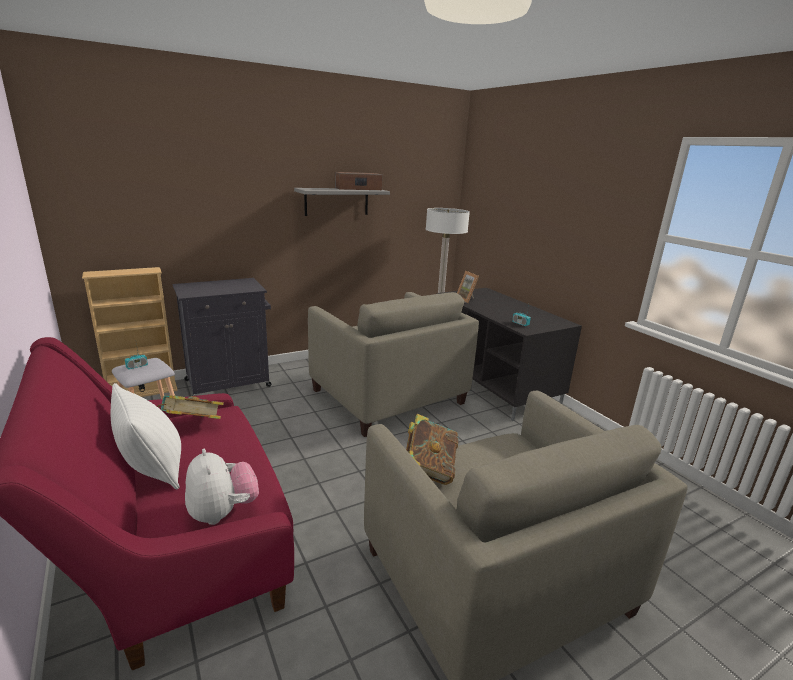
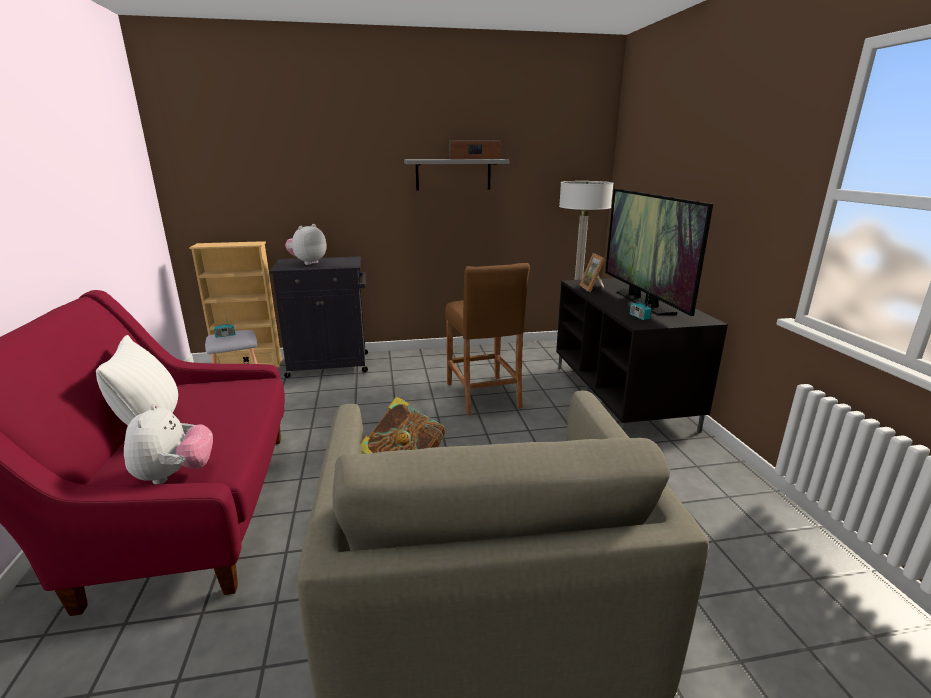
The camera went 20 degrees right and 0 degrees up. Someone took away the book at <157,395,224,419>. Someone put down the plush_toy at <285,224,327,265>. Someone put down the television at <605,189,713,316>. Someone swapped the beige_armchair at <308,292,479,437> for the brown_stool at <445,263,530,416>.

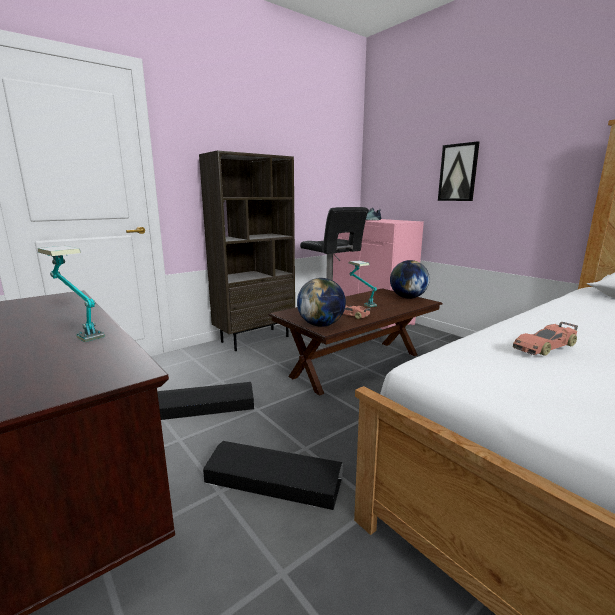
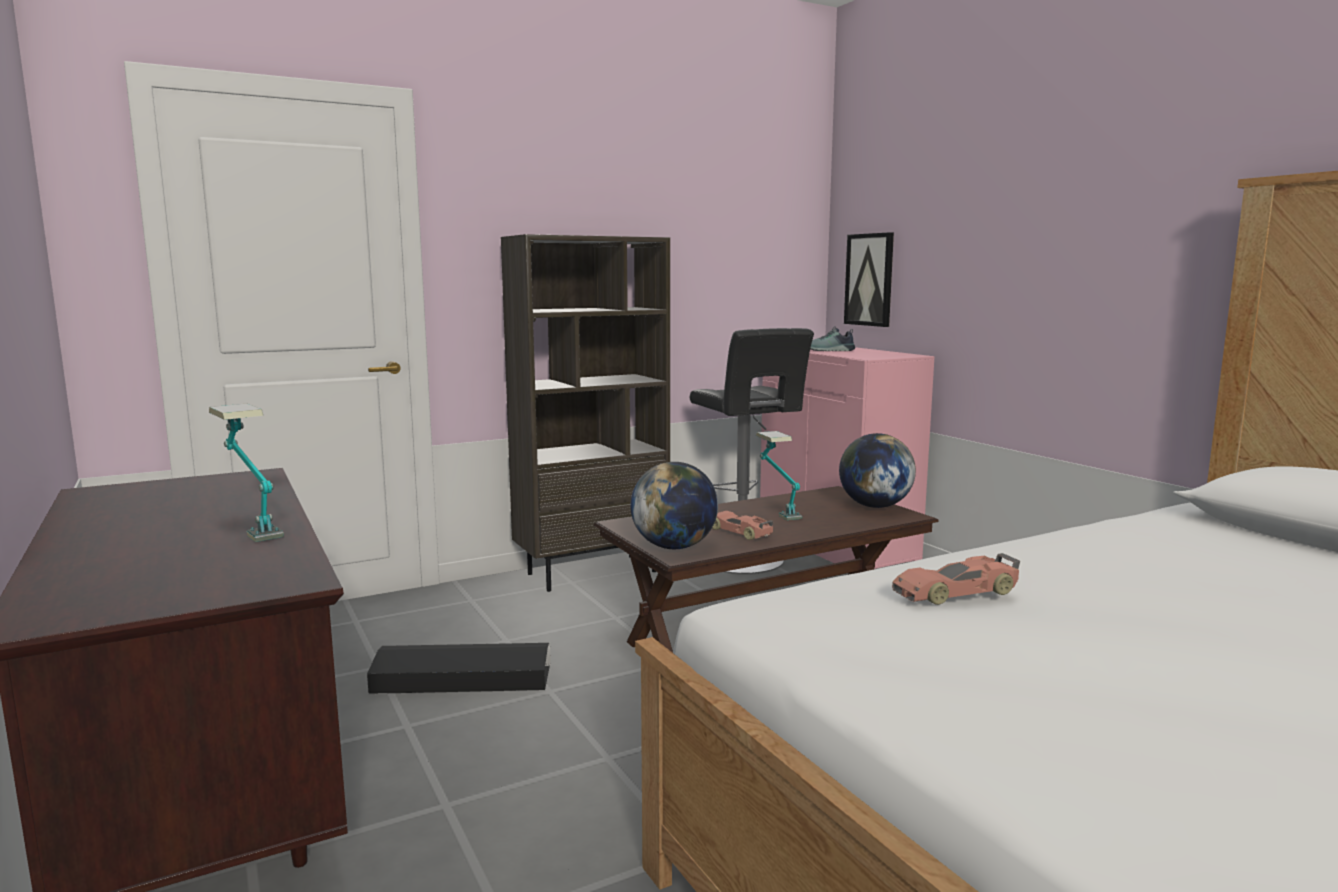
The camera went 10 degrees right and 5 degrees down. Someone took away the black_storage_box at <203,441,343,510>. Someone carried the picture from <438,141,480,201> to <844,232,894,327>.

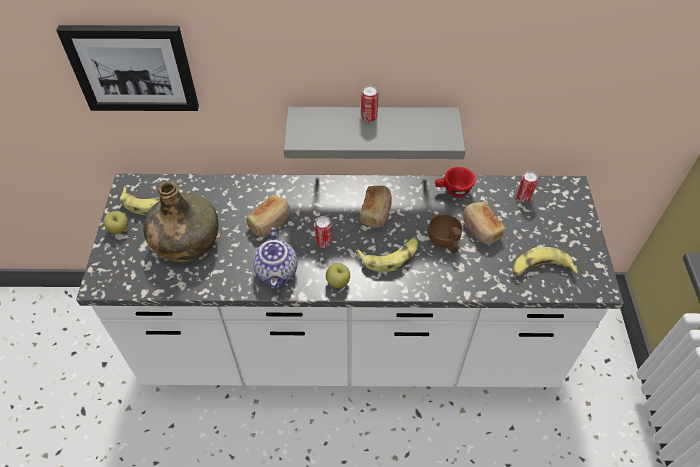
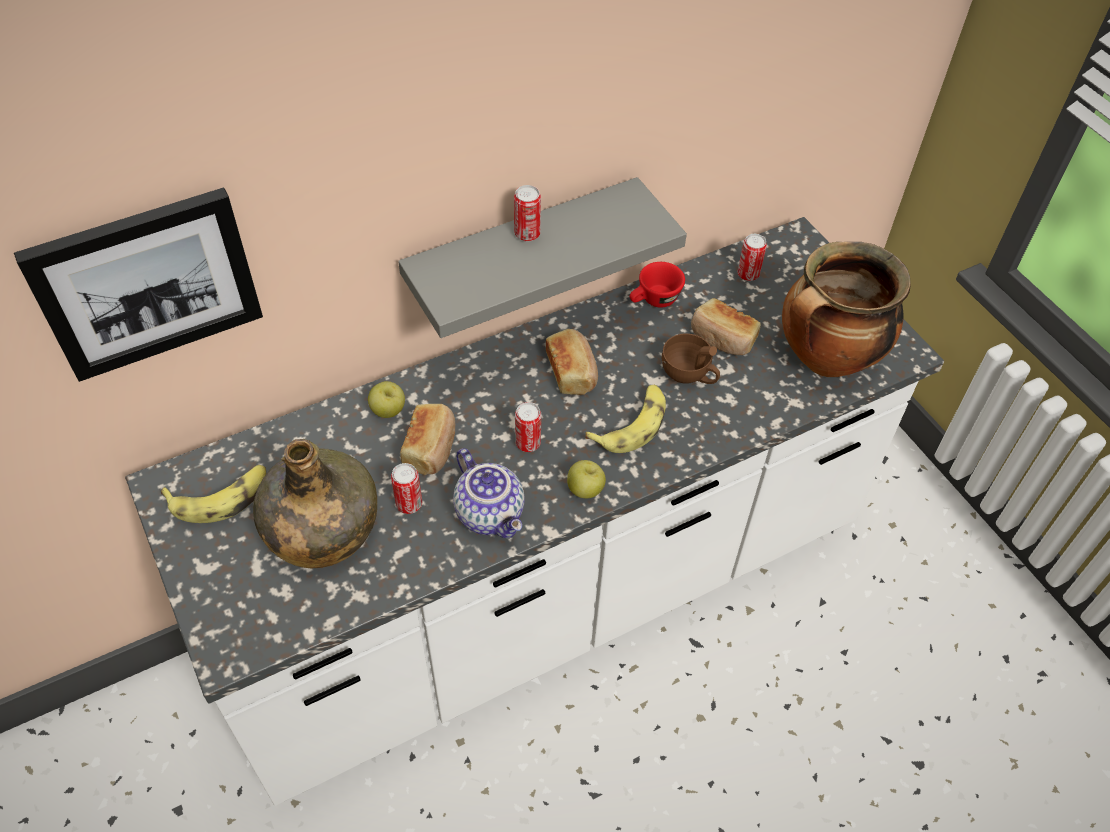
The camera went 30 degrees left and 0 degrees up. Someone put down the can at <391,463,422,514>. Someone carried the apple from <104,211,128,234> to <368,381,405,418>. Someone swapped the banana at <513,246,578,277> for the cooking_pot at <782,242,910,377>.

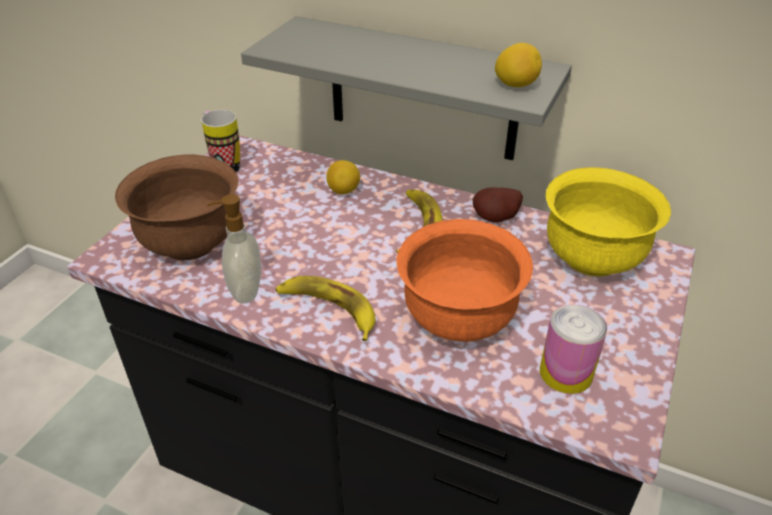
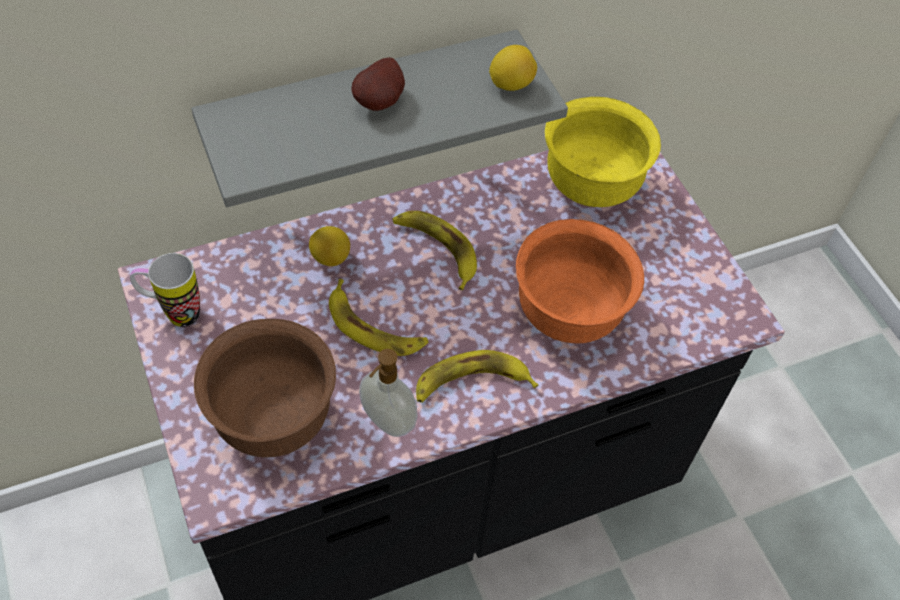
The camera went 50 degrees left and 15 degrees up. Someone took away the can at <540,305,607,394>. Someone put down the banana at <329,279,428,356>. Someone carried the potato from <473,188,523,222> to <351,57,405,111>.

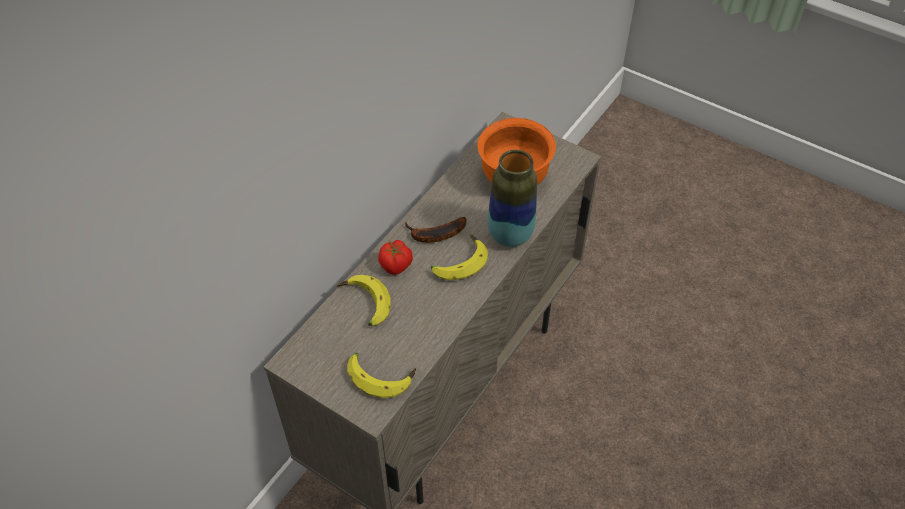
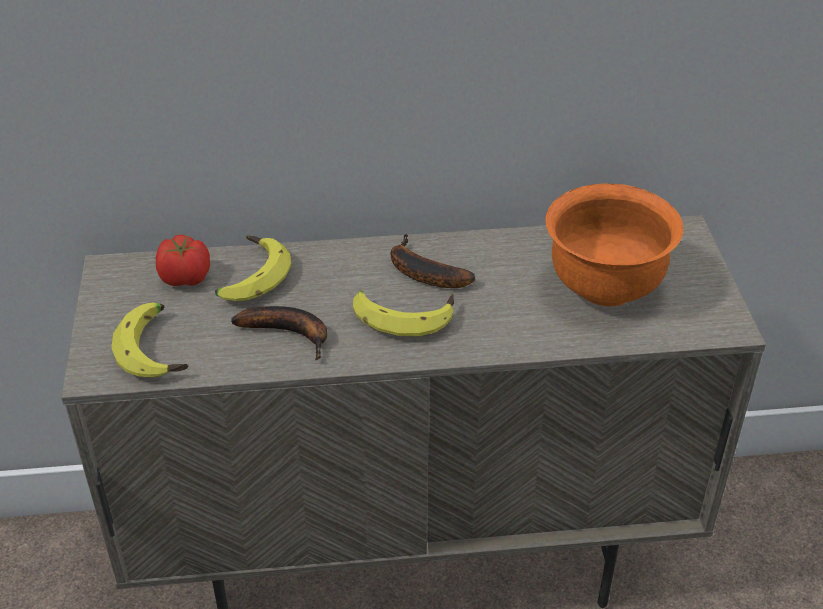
The camera went 50 degrees right and 10 degrees down. Someone took away the vase at <488,150,537,247>. Someone put down the banana at <231,306,327,360>. Someone carried the tomato from <378,240,413,275> to <156,235,210,286>.

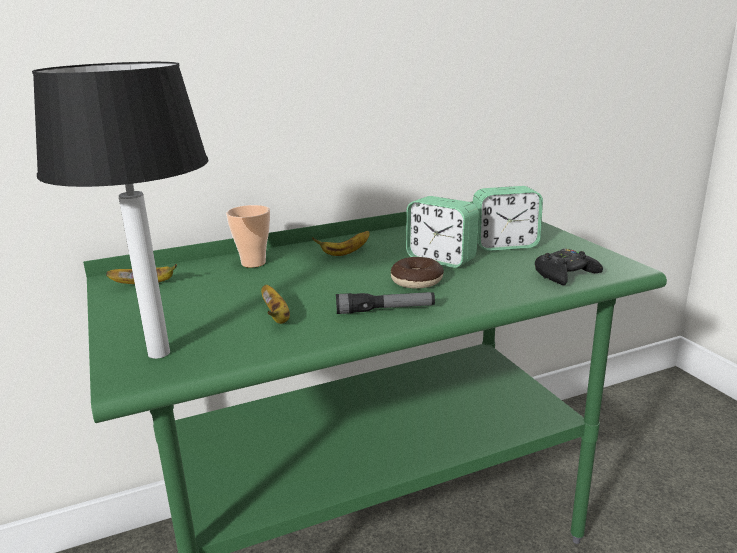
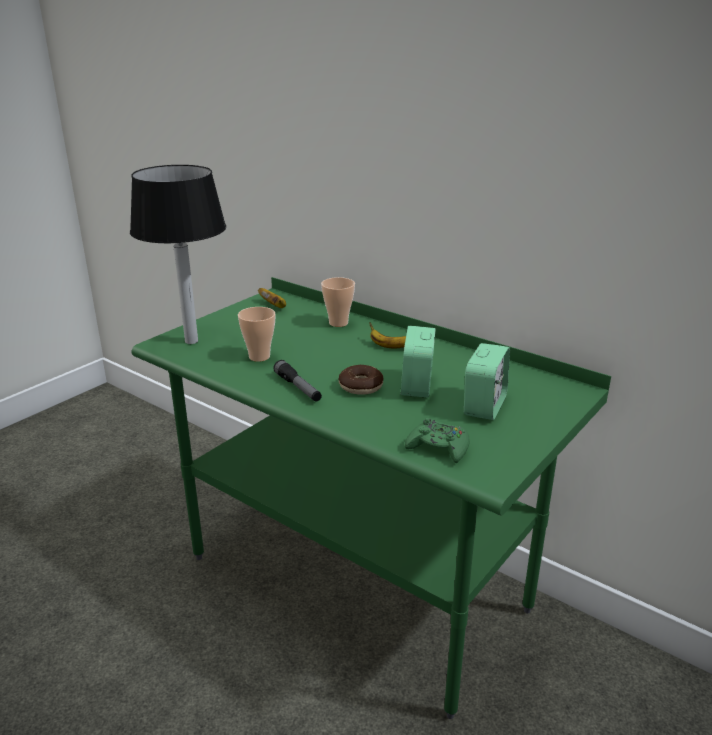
The camera went 60 degrees right and 5 degrees up. Someone swapped the banana at <261,285,290,324> for the cup at <238,307,275,362>. Someone repainted the black_game_controller at <535,248,603,285>, which became the green_game_controller at <405,418,470,463>. Someone rotated the alarm_clock at <473,186,543,251> by 120 degrees counterclockwise.

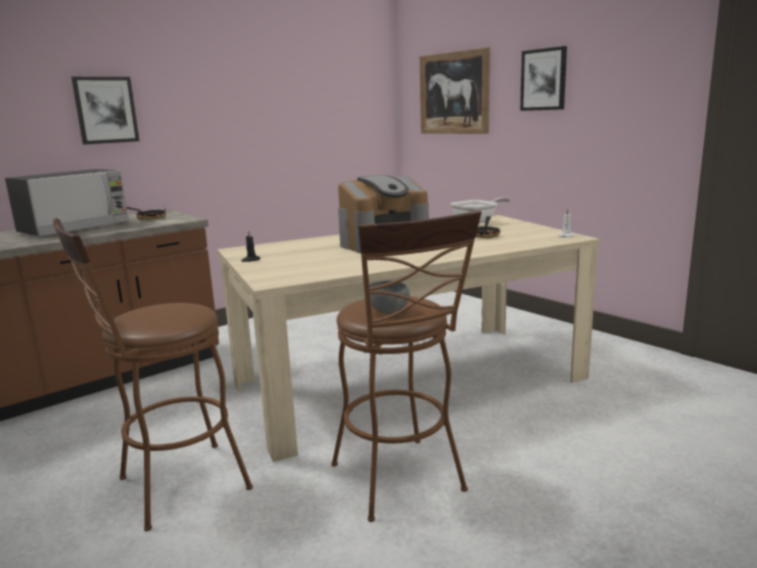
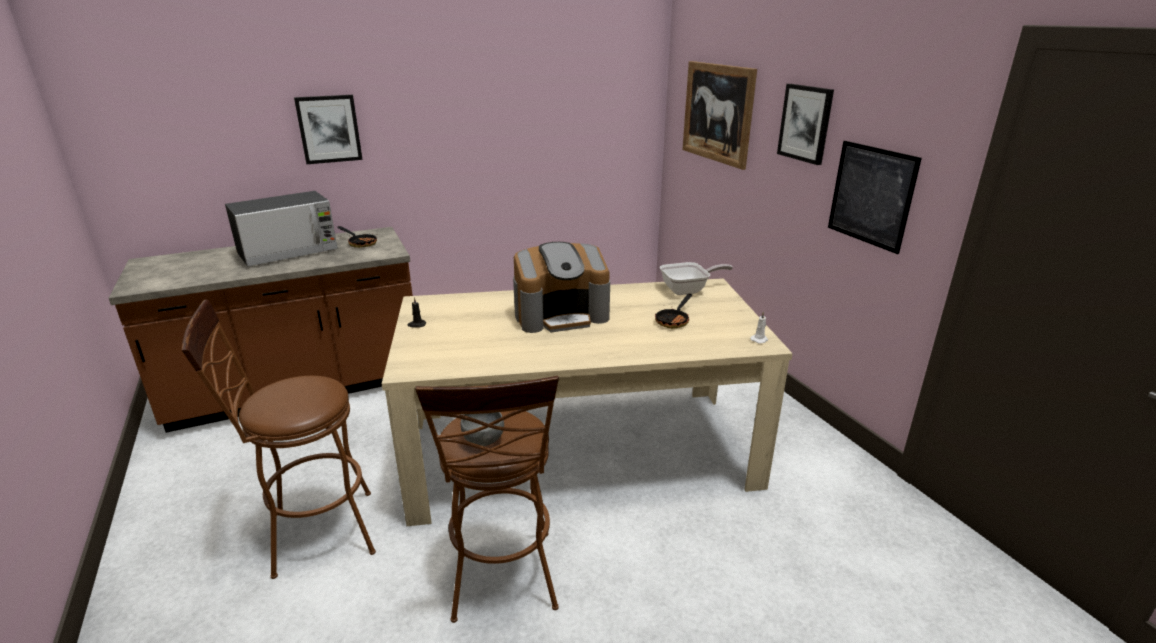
The camera went 15 degrees right and 10 degrees up. Someone put up the picture at <828,141,922,254>.

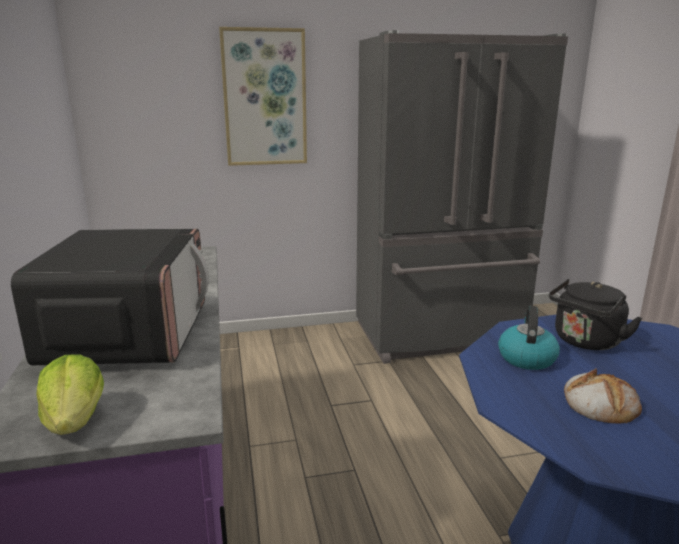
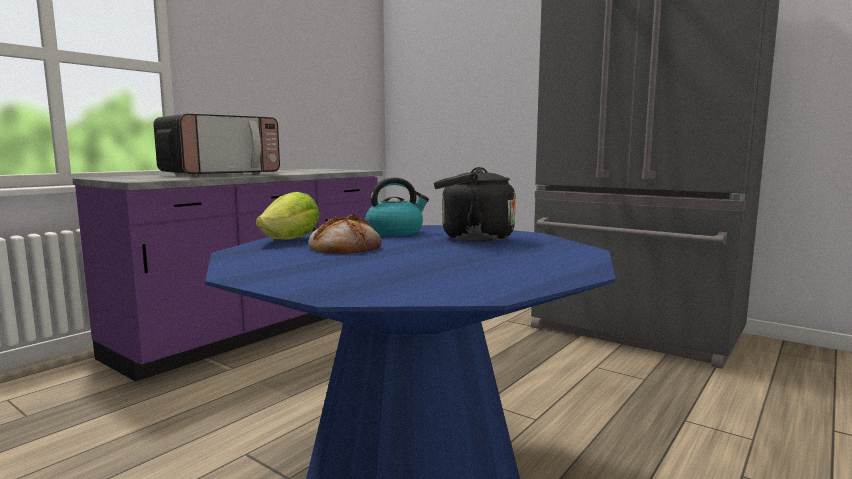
The camera went 50 degrees right and 10 degrees down. Someone took away the picture at <219,27,307,166>. Someone carried the lettuce from <36,354,104,435> to <256,192,320,240>.

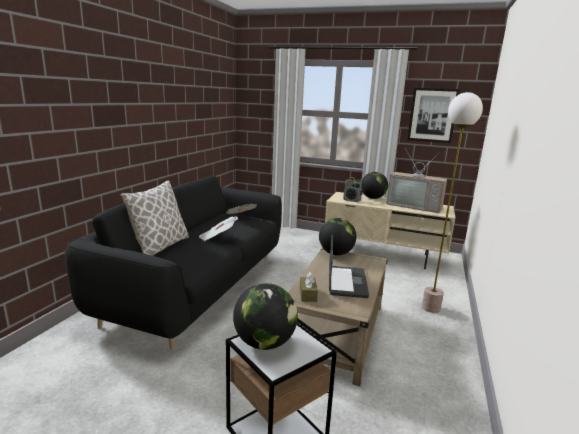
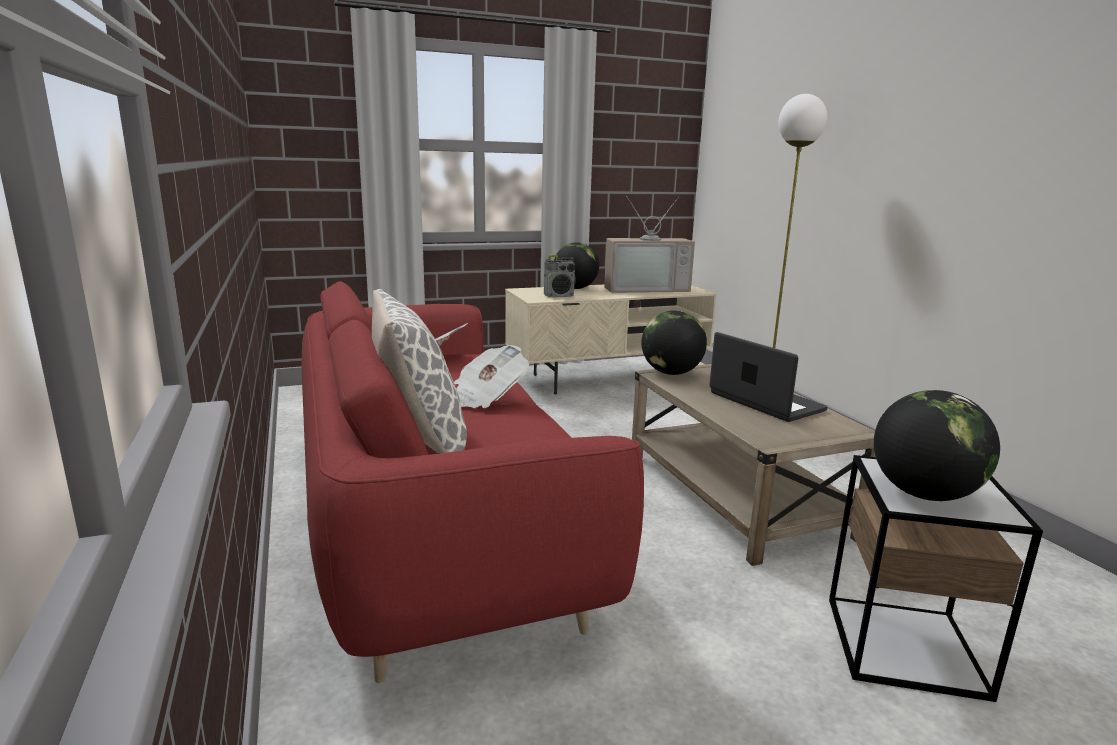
The camera went 40 degrees left and 0 degrees up. Someone took away the brown_tissue_box at <300,272,318,302>. Someone took away the picture at <407,87,460,143>. Someone repainted the black_sofa at <65,175,282,350>, which became the red_sofa at <301,282,644,683>.

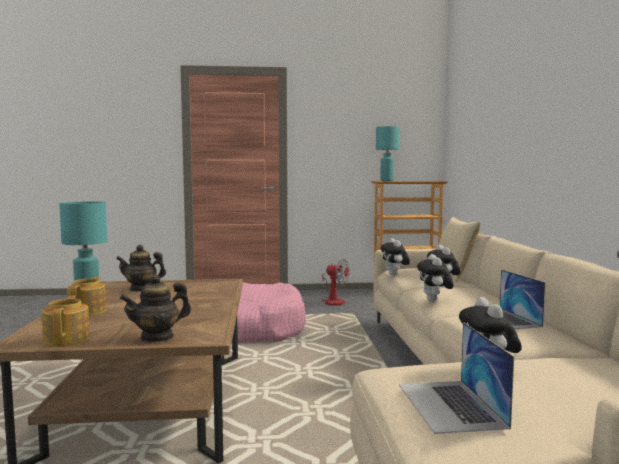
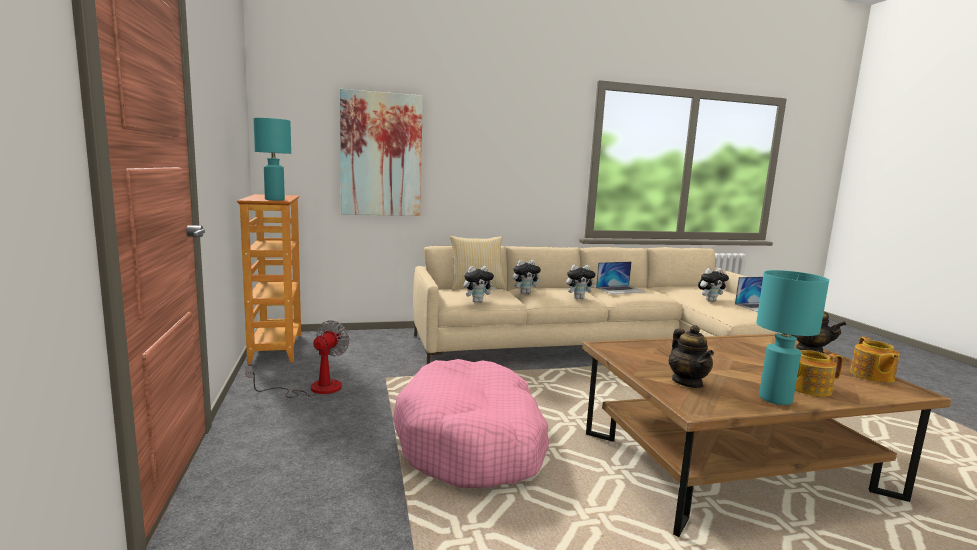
The camera went 100 degrees left and 5 degrees up. Someone put up the picture at <340,89,423,216>. Someone rotated the teapot at <42,295,90,347> by 60 degrees counterclockwise.

